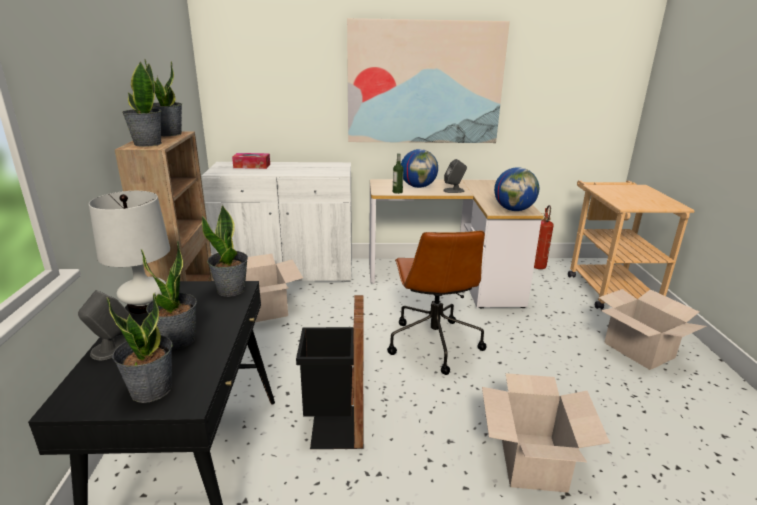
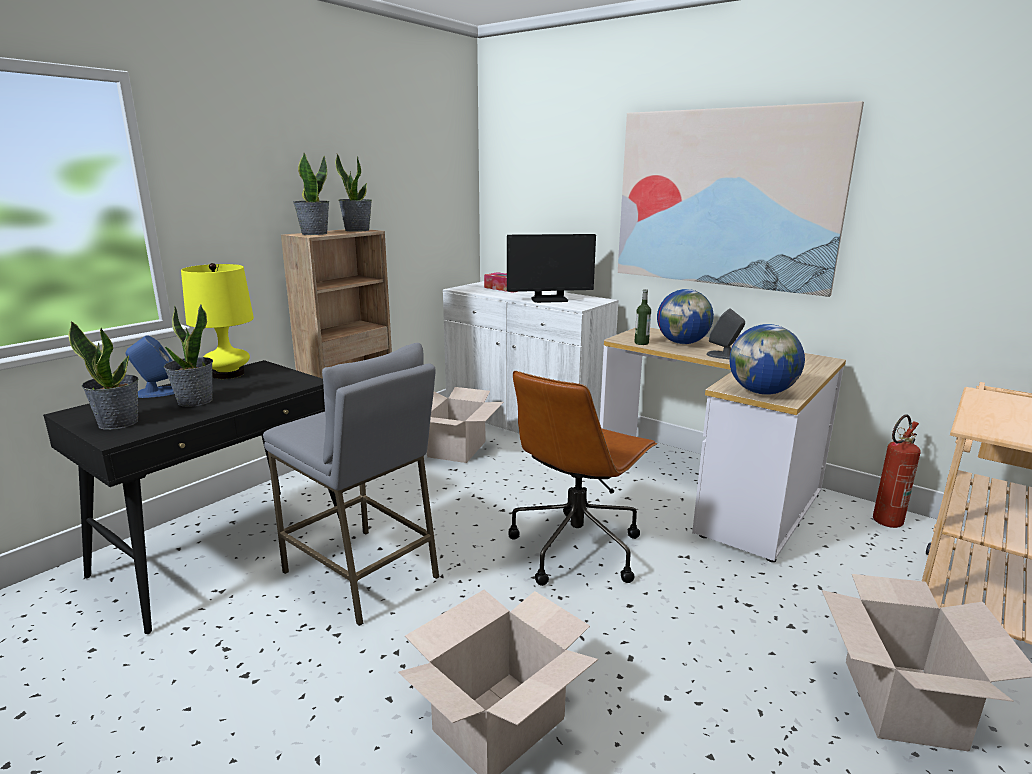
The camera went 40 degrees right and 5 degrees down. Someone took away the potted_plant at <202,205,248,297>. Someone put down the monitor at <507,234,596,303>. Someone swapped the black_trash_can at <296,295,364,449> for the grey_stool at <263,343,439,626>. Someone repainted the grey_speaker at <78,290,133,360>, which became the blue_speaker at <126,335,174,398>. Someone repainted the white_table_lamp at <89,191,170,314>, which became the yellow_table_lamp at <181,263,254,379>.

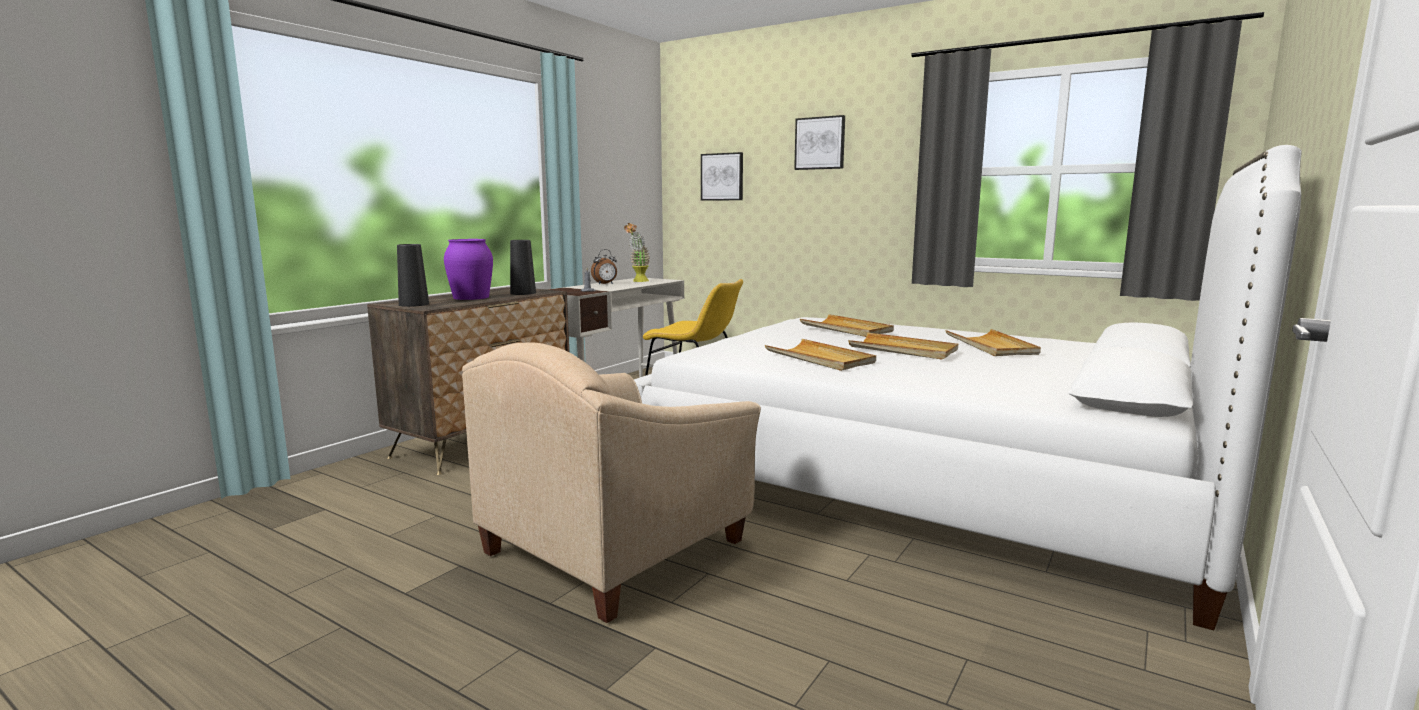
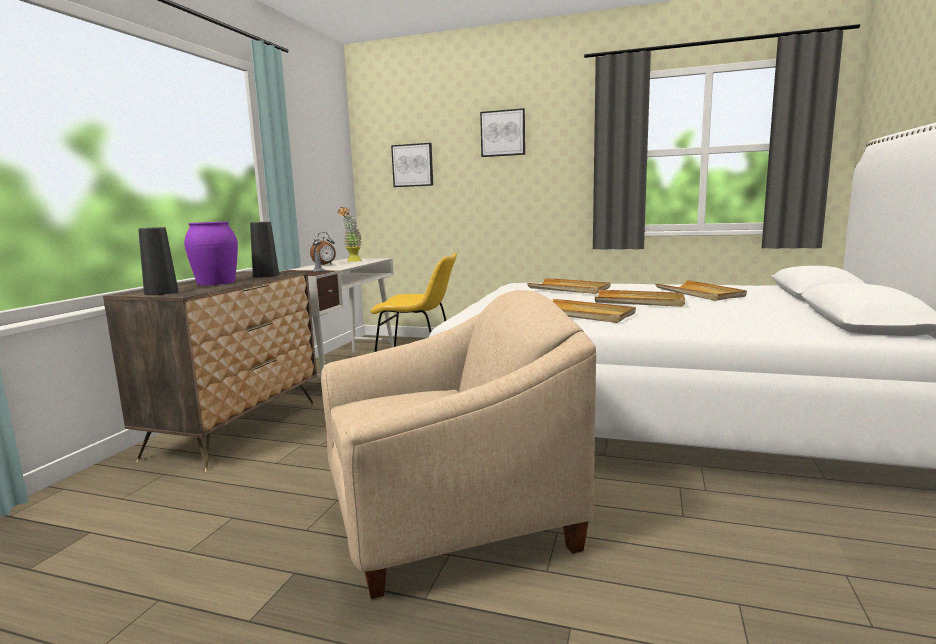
The camera went 15 degrees left and 0 degrees up. Someone rotated the beige_armchair at <462,343,761,623> by 135 degrees counterclockwise.

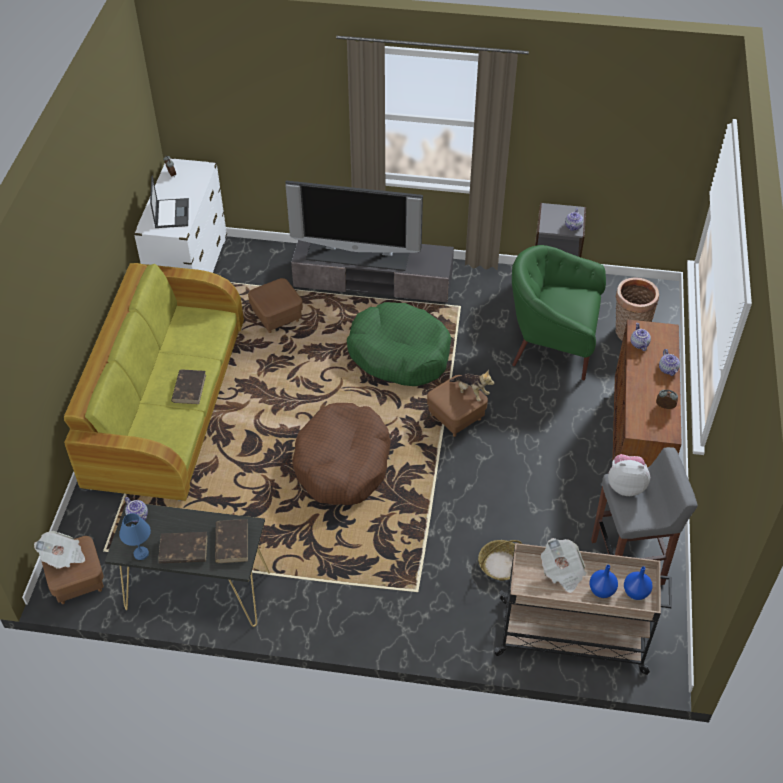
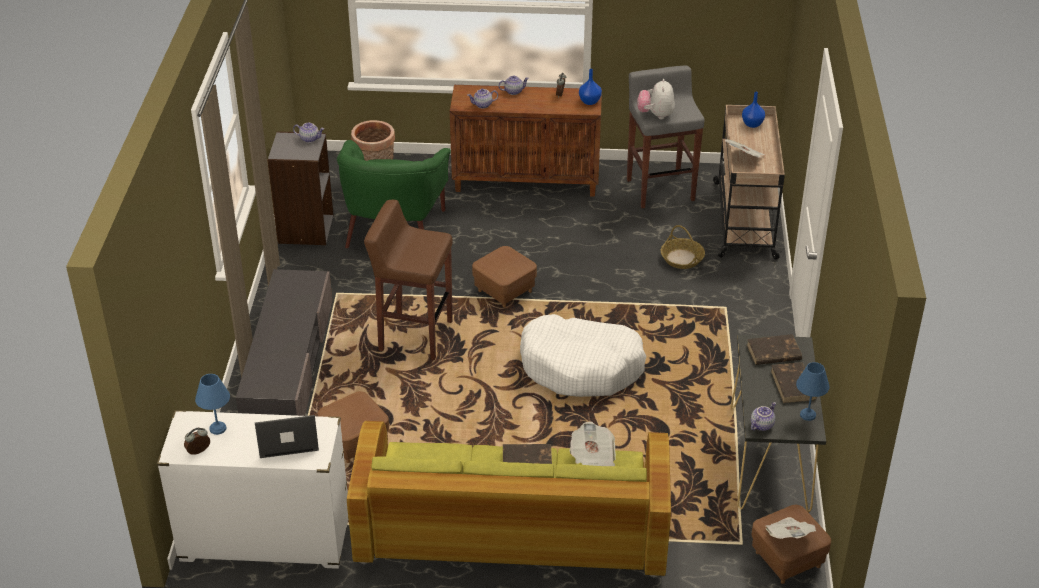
The camera went 95 degrees left and 10 degrees down. Someone took away the television at <285,180,423,271>. Someone took away the plush_toy at <449,369,495,401>. Someone put down the blue_table_lamp at <195,374,230,435>. Someone put down the newspaper at <570,422,616,466>. Someone carried the blue_vase from <589,565,618,598> to <579,69,602,105>. Someone swapped the green_dog_bed at <347,302,451,386> for the brown_stool at <364,200,453,360>. Someone repainted the brown_dog_bed at <292,403,391,505>, which became the white_dog_bed at <520,314,646,397>.

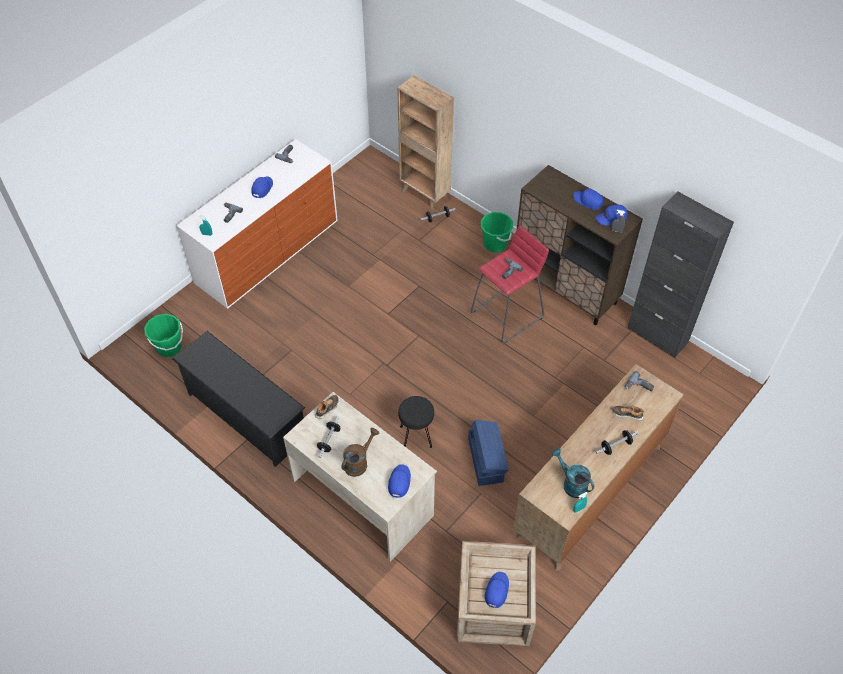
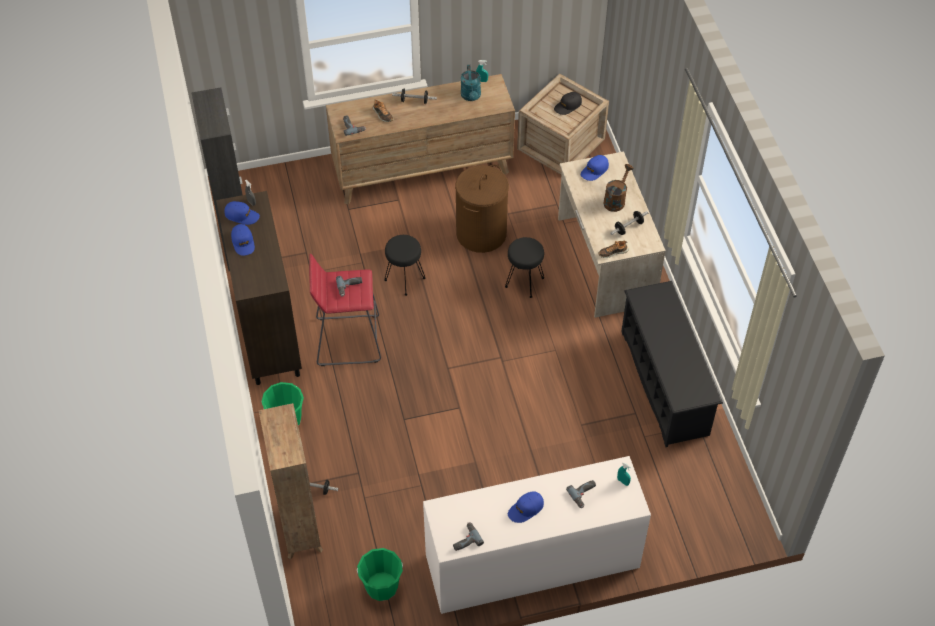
The camera went 145 degrees left and 0 degrees up. Someone put down the black_stool at <384,235,425,296>. Someone carried the green_bucket from <144,314,183,357> to <357,548,403,601>. Someone swapped the blue_storage_box at <468,420,509,486> for the brown_laundry_basket at <455,165,509,253>. Someone repainted the blue_cap at <485,572,509,608>, which became the black_cap at <554,92,582,115>. Someone rotated the brown_watering_can at <341,428,379,477> by 135 degrees clockwise.

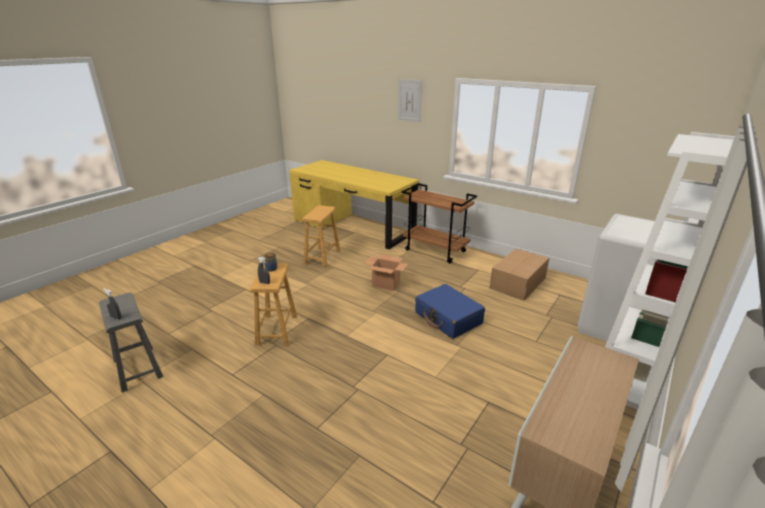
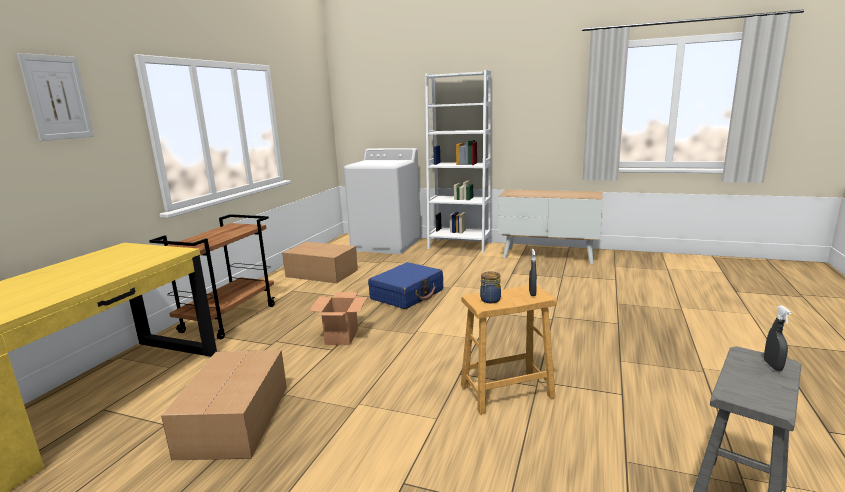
The camera went 105 degrees left and 10 degrees down. Someone swapped the brown_stool at <302,205,341,267> for the cardboard_box at <161,350,287,460>.

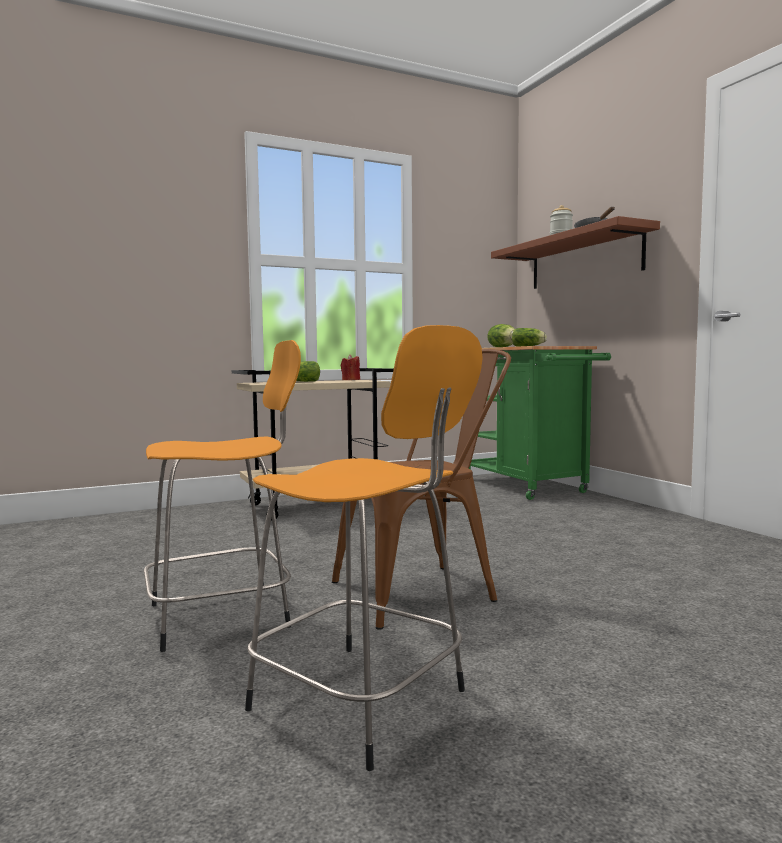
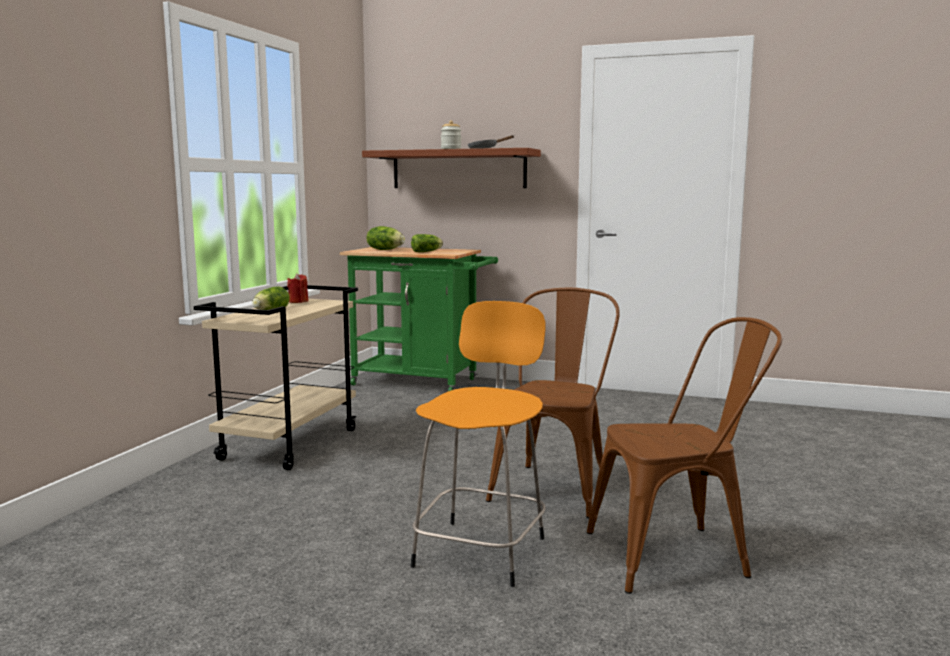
The camera went 45 degrees left and 5 degrees up. Someone swapped the orange_stool at <245,325,483,771> for the brown_chair at <587,317,782,594>.

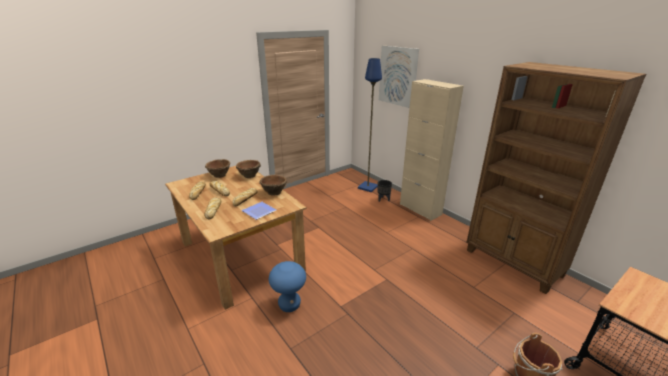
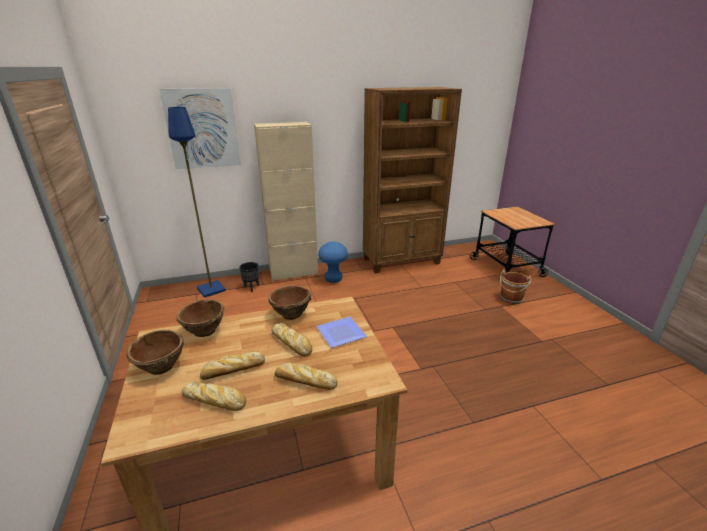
The camera went 70 degrees left and 0 degrees up. Someone carried the blue_stool from <269,261,306,312> to <318,241,348,283>.

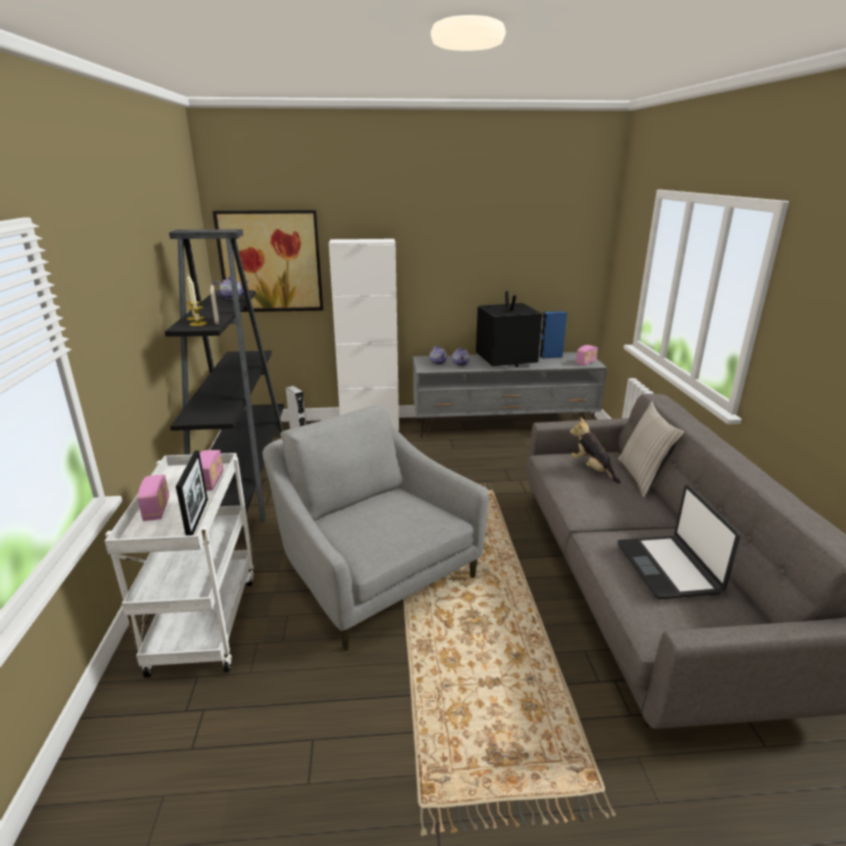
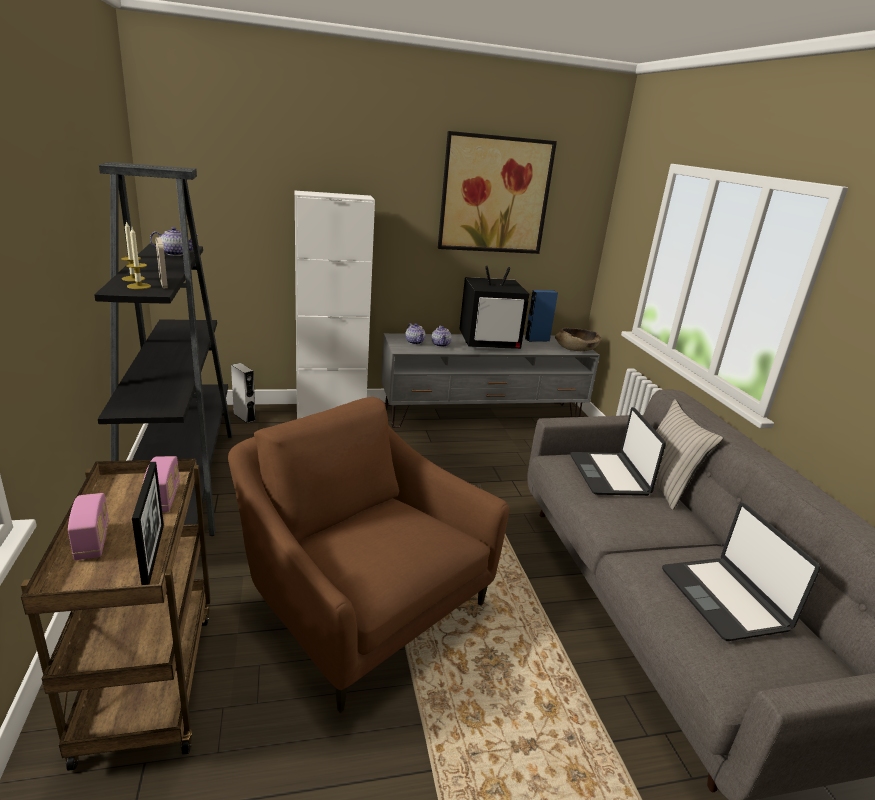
The camera went 10 degrees left and 0 degrees up. Someone carried the picture from <213,210,323,312> to <438,131,557,254>. Someone swapped the plush_toy at <570,417,621,484> for the laptop at <570,407,666,496>. Someone swapped the radio at <576,345,598,366> for the brown_bowl at <555,328,602,351>. Someone repainted the white_cart at <105,453,254,678>, which became the brown_cart at <21,458,211,771>. Someone repainted the grey_armchair at <263,405,489,651>, which became the brown_armchair at <228,397,509,713>. Someone rotated the television at <476,291,543,367> by 105 degrees clockwise.

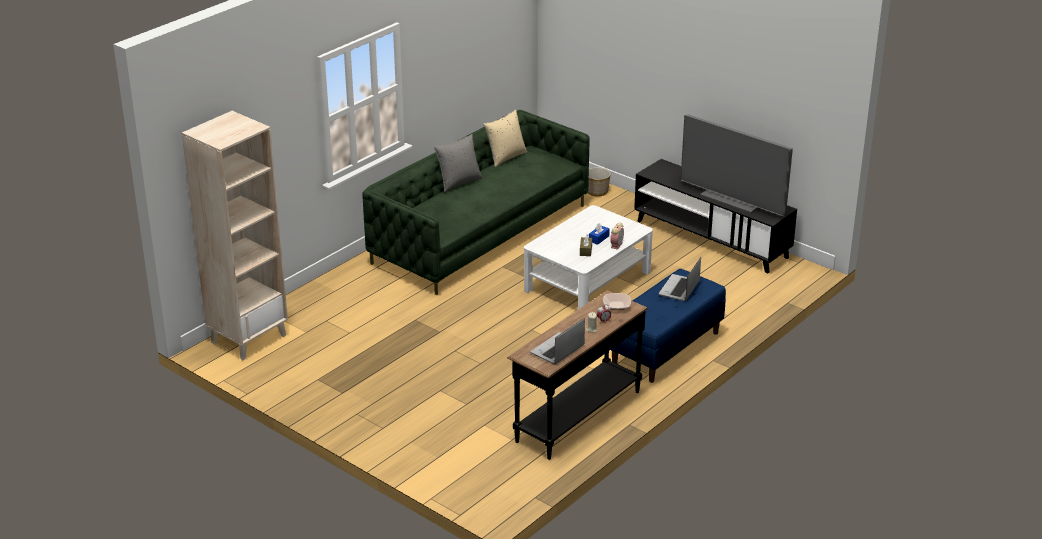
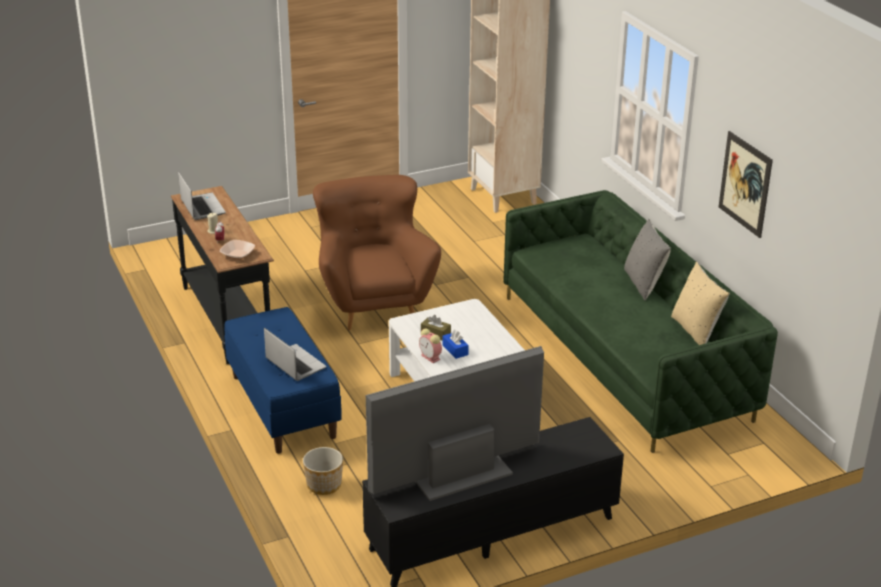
The camera went 115 degrees right and 0 degrees up. Someone put down the brown_armchair at <313,175,441,330>. Someone put up the picture at <719,131,773,238>. Someone carried the planter from <588,167,611,196> to <303,447,343,495>.

